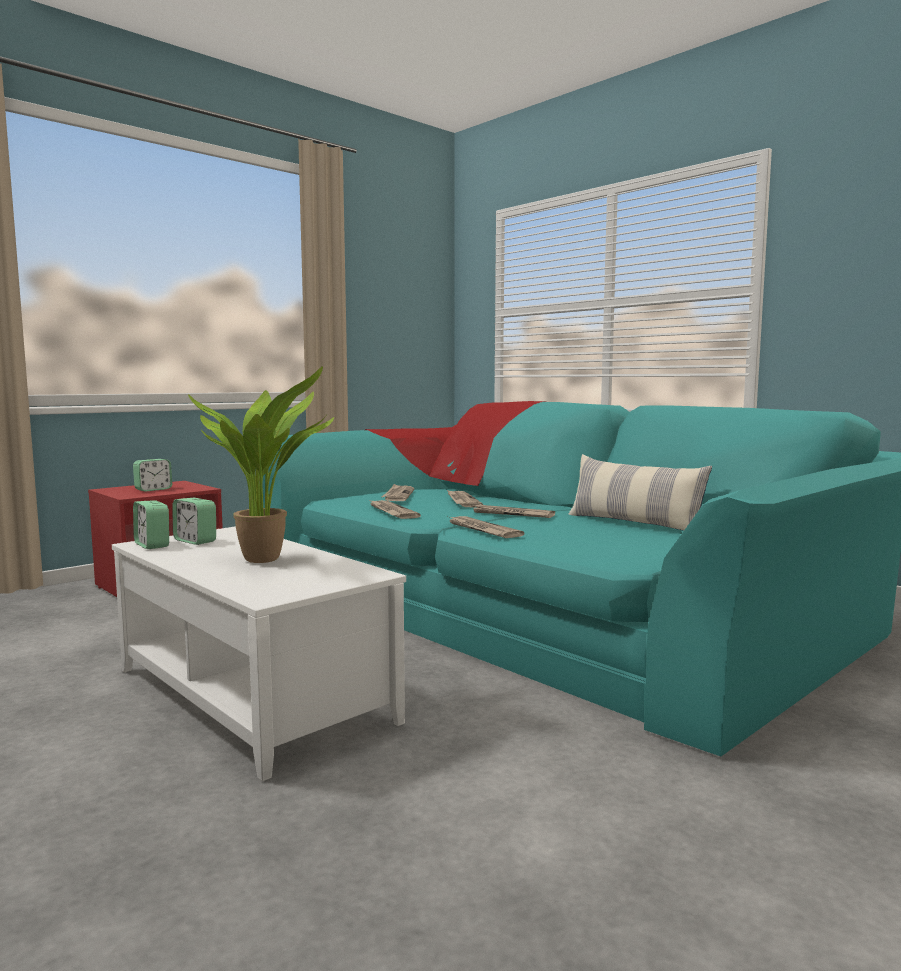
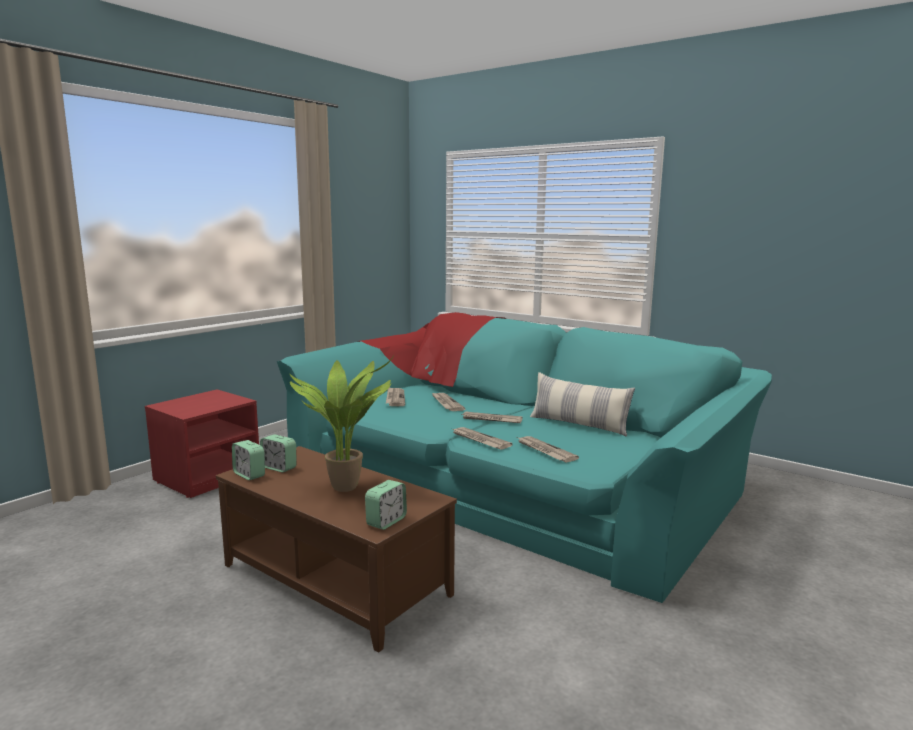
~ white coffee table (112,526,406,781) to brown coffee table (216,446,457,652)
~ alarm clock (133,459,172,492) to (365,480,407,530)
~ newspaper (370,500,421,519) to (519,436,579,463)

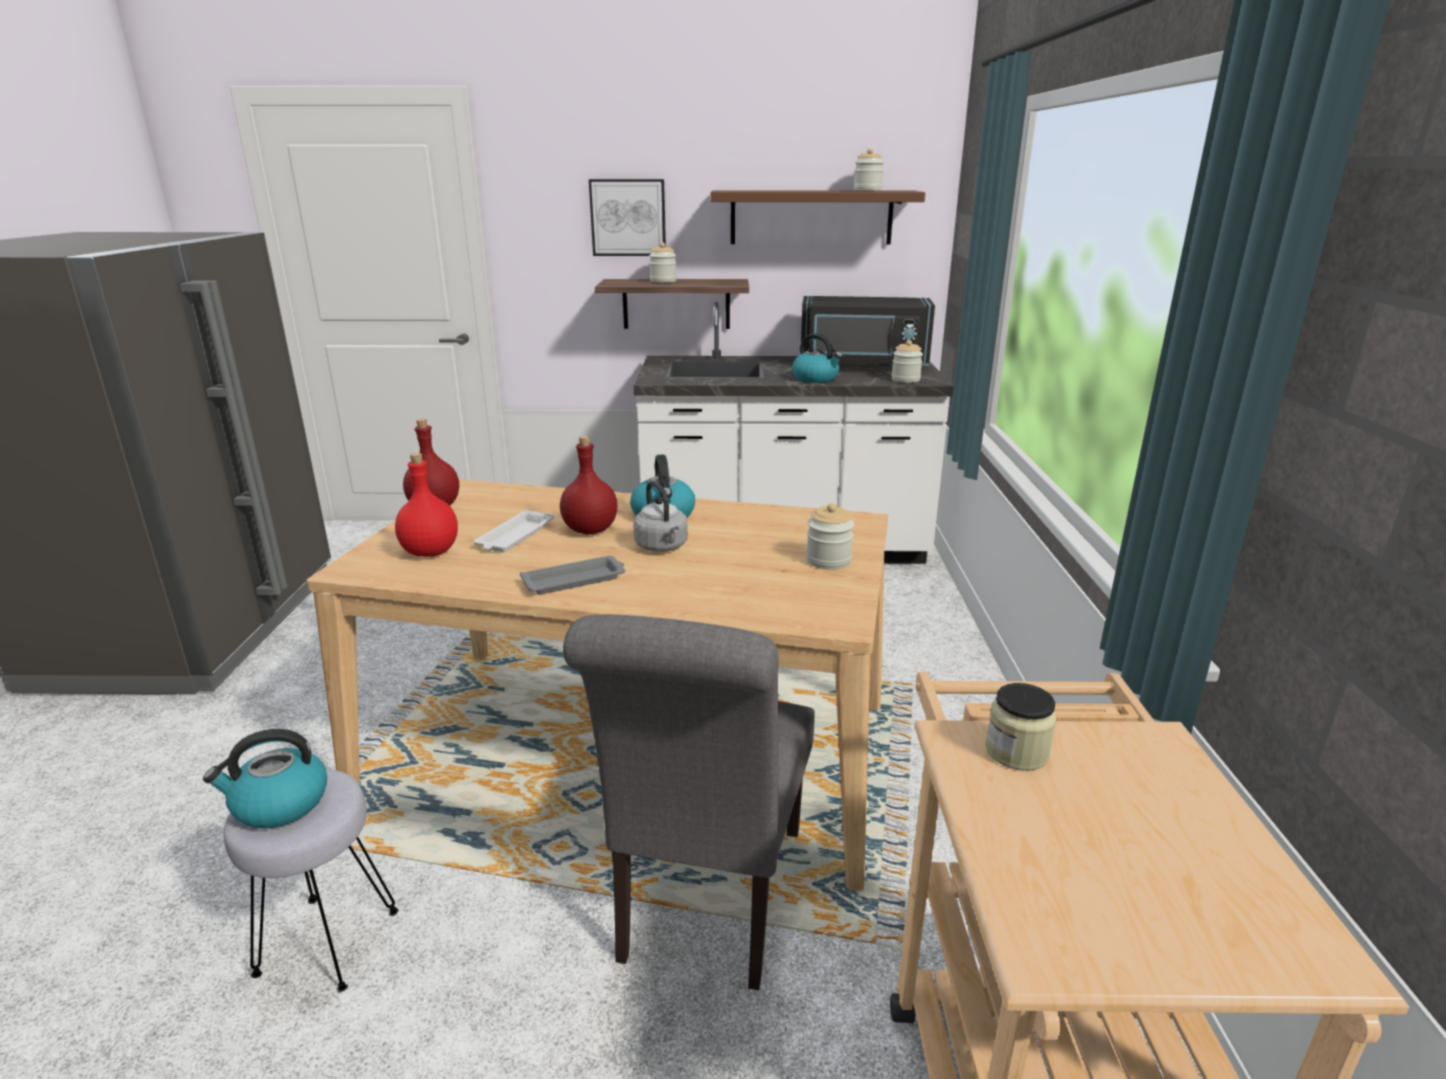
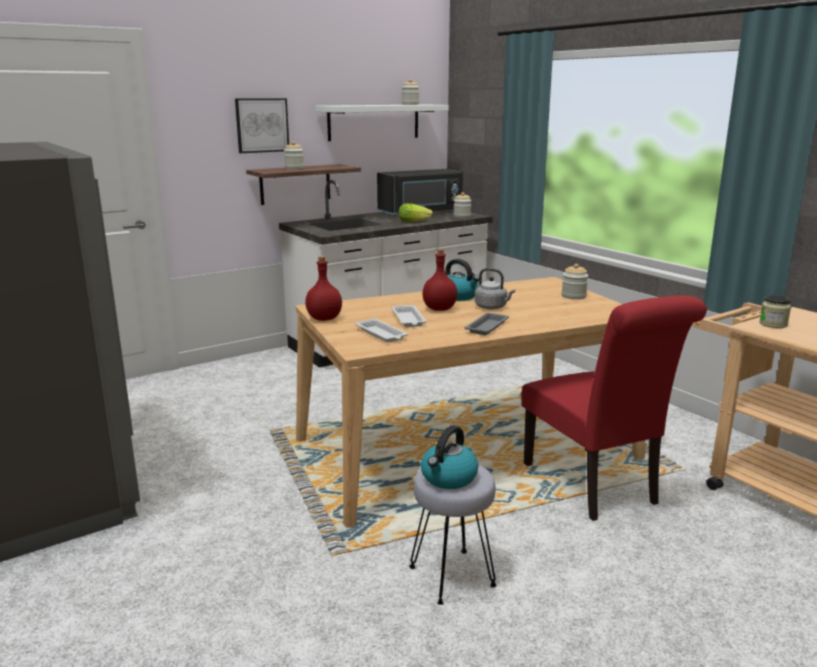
~ red bottle (395,453,458,557) to white tray (355,318,408,343)
~ grey chair (563,614,815,990) to red chair (521,295,707,521)
~ brown shelf (710,190,925,244) to white shelf (315,105,449,141)
~ kettle (792,333,843,383) to lettuce (399,203,434,222)

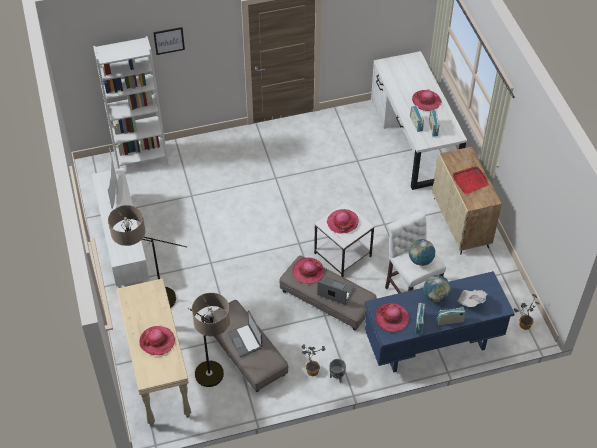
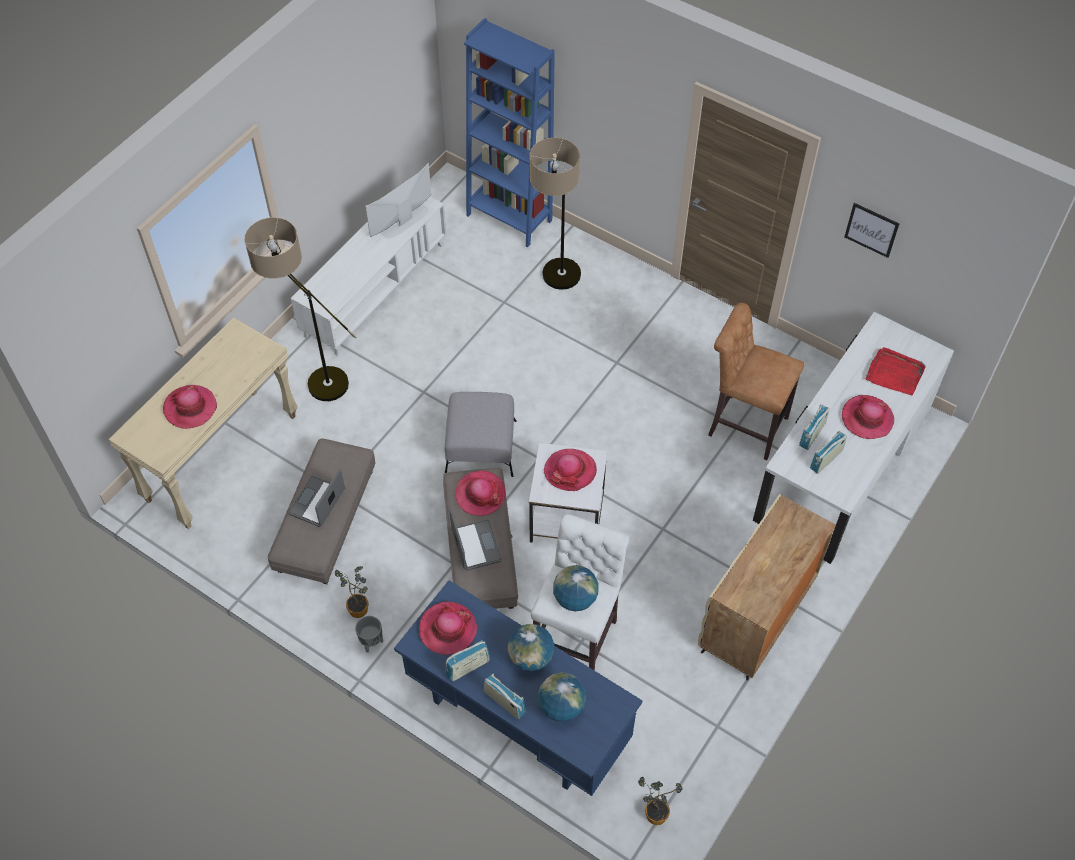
~ white bookcase (93,36,168,169) to blue bookcase (464,18,555,247)
~ picture (153,27,185,55) to (844,203,899,258)
~ floor lamp (188,293,230,387) to (530,138,581,290)
~ red tray (452,166,489,194) to (866,347,926,395)
~ newspaper (457,290,487,307) to globe (538,672,586,722)
+ grey ottoman (445,392,517,477)
+ brown stool (708,303,805,460)

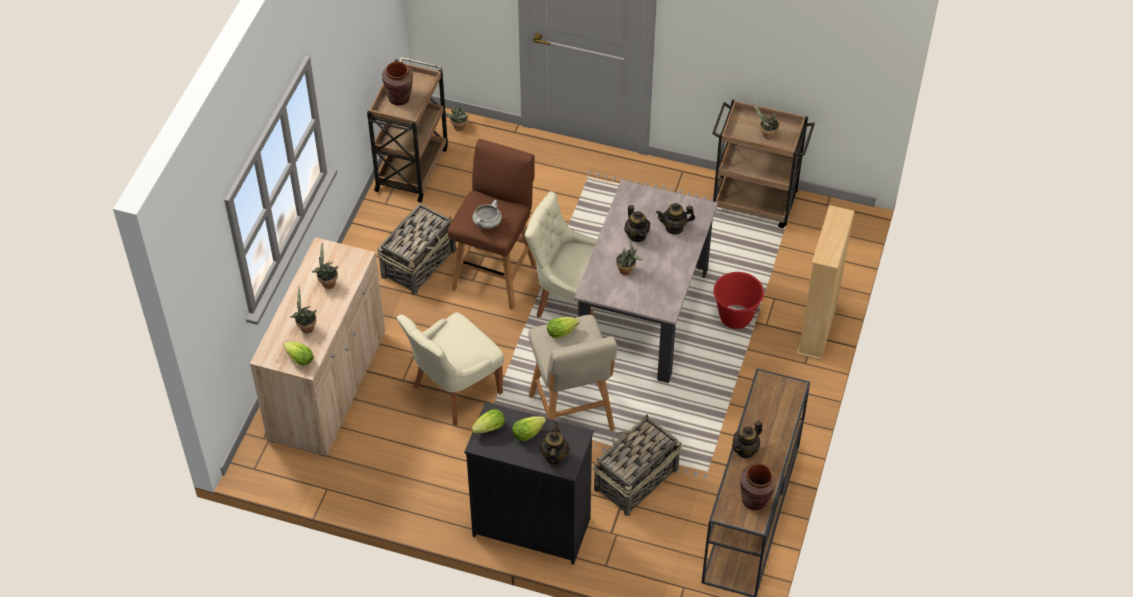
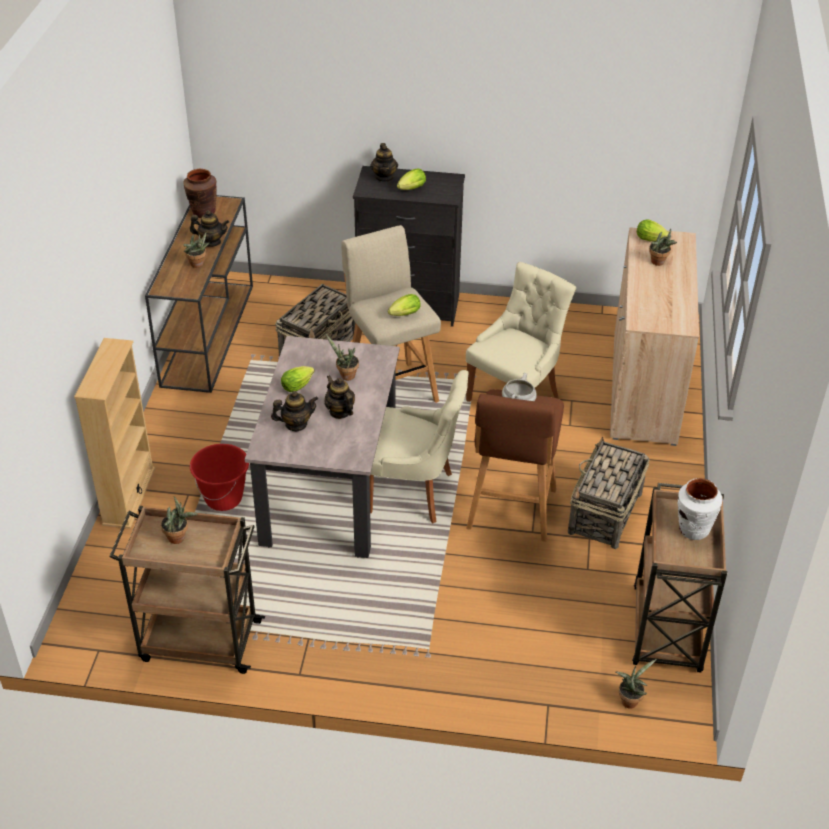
~ potted plant (311,242,338,289) to (183,232,210,268)
~ brown vase (382,61,413,106) to white vase (677,478,722,540)
~ lettuce (471,409,505,433) to (281,366,315,392)
~ teapot (732,421,762,459) = (190,210,229,247) 60 degrees clockwise

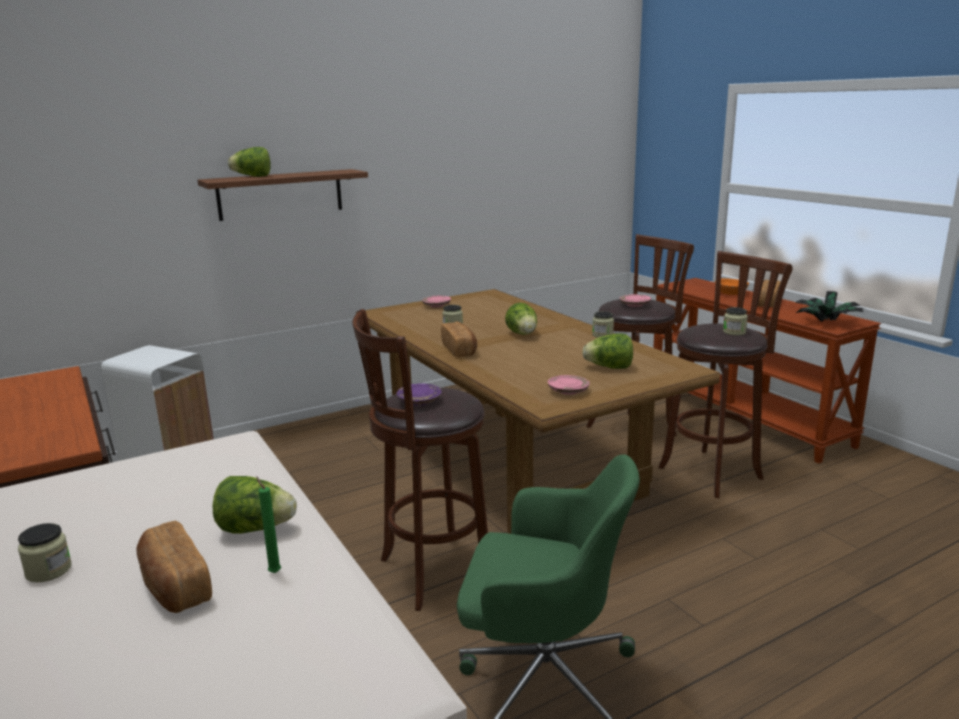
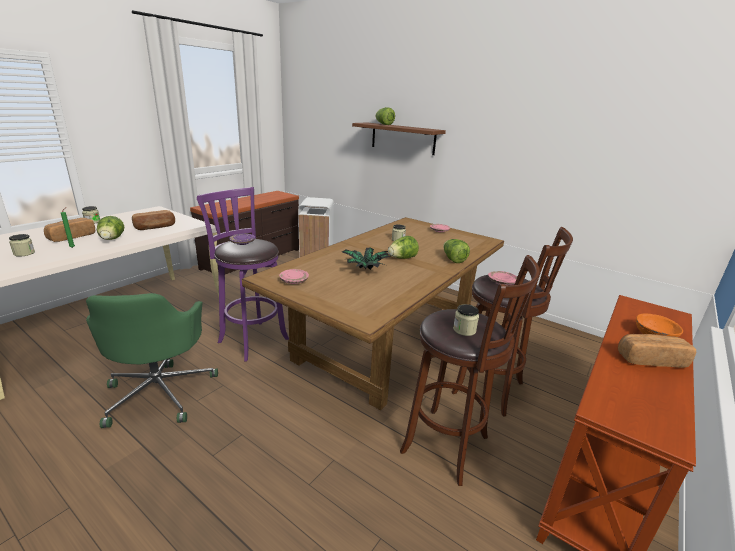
~ brown stool (352,309,488,611) to purple stool (197,187,289,361)
~ bread (441,322,477,358) to (132,210,175,230)
~ lettuce (582,333,633,369) to (443,239,470,263)
~ jar (592,311,614,338) to (9,234,35,257)
~ potted plant (795,291,864,322) to (342,248,390,270)

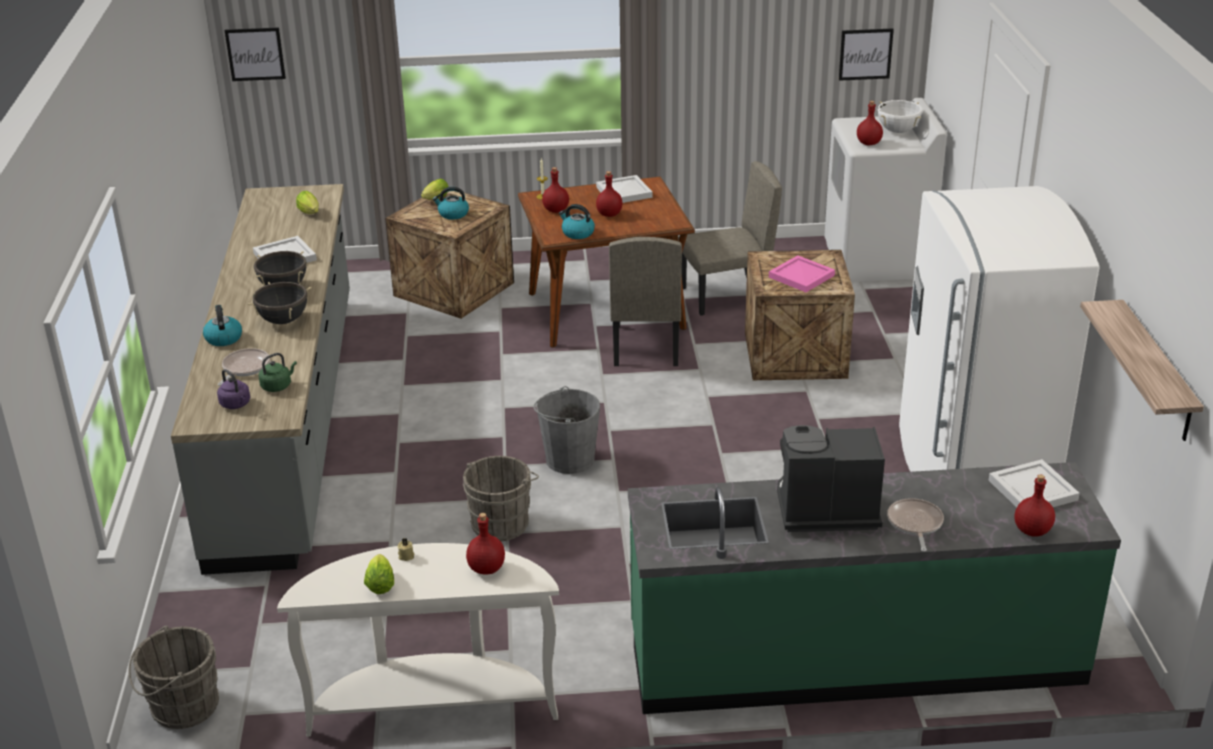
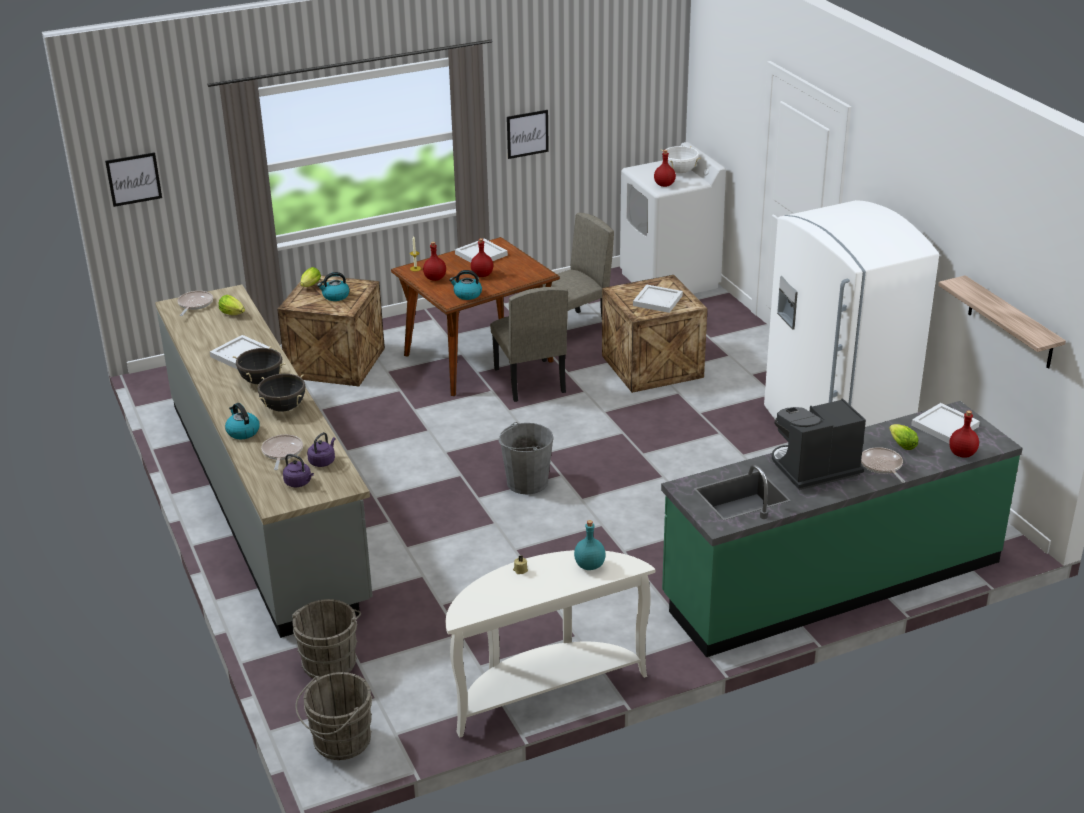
~ green kettle (259,353,297,392) to purple kettle (307,432,336,467)
~ lettuce (364,554,394,594) to (889,424,919,450)
~ grey bucket (463,456,539,541) to (292,599,361,678)
~ red bottle (466,513,505,574) to turquoise bottle (574,520,605,570)
~ pink tray (769,255,835,292) to white tray (633,285,683,313)
~ picture (839,28,894,81) to (507,110,549,159)
+ frying pan (178,291,213,316)

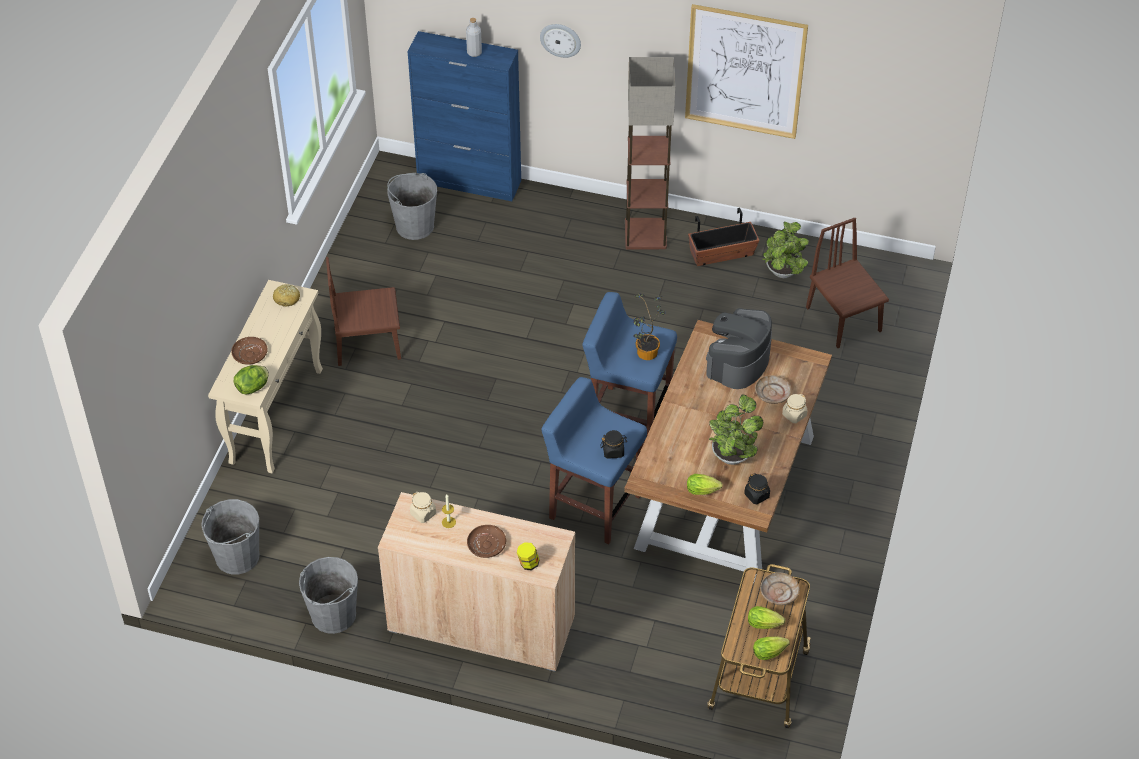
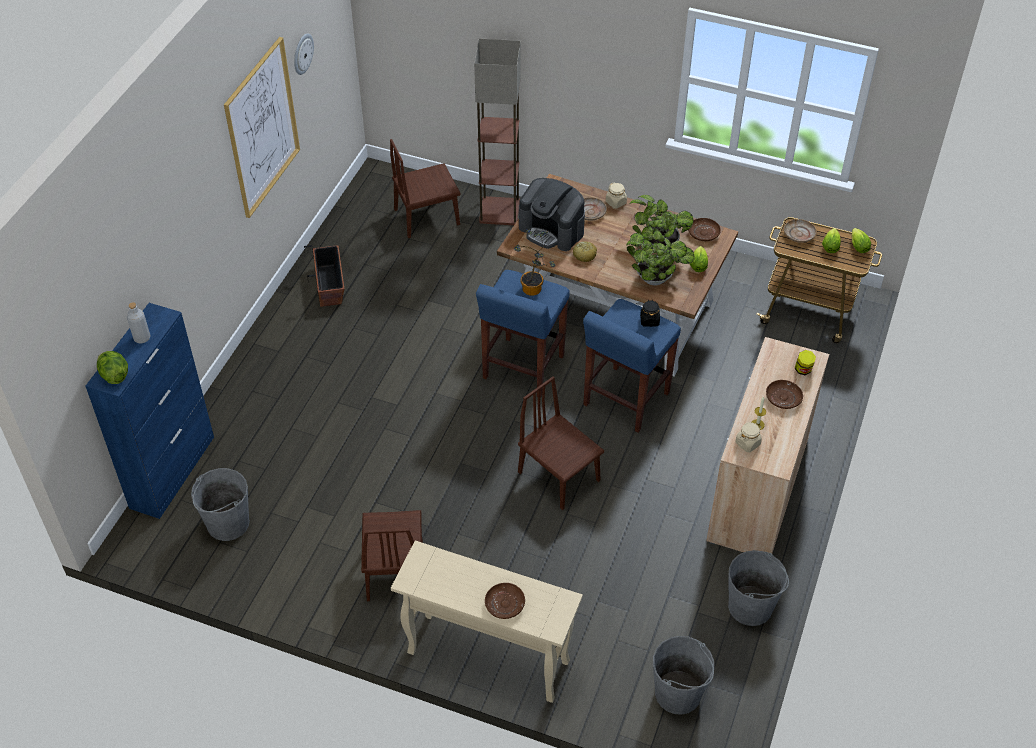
~ lettuce (234,365,269,394) to (97,351,128,384)
~ bread (273,284,300,307) to (573,241,597,262)
~ wall clock (540,24,581,58) to (294,33,314,75)
~ floor lamp (625,57,675,249) to (474,38,521,225)
~ black jar (744,473,770,504) to brown plate (688,218,721,241)
~ potted plant (762,222,809,278) to (626,231,694,286)
+ brown chair (518,376,604,510)

